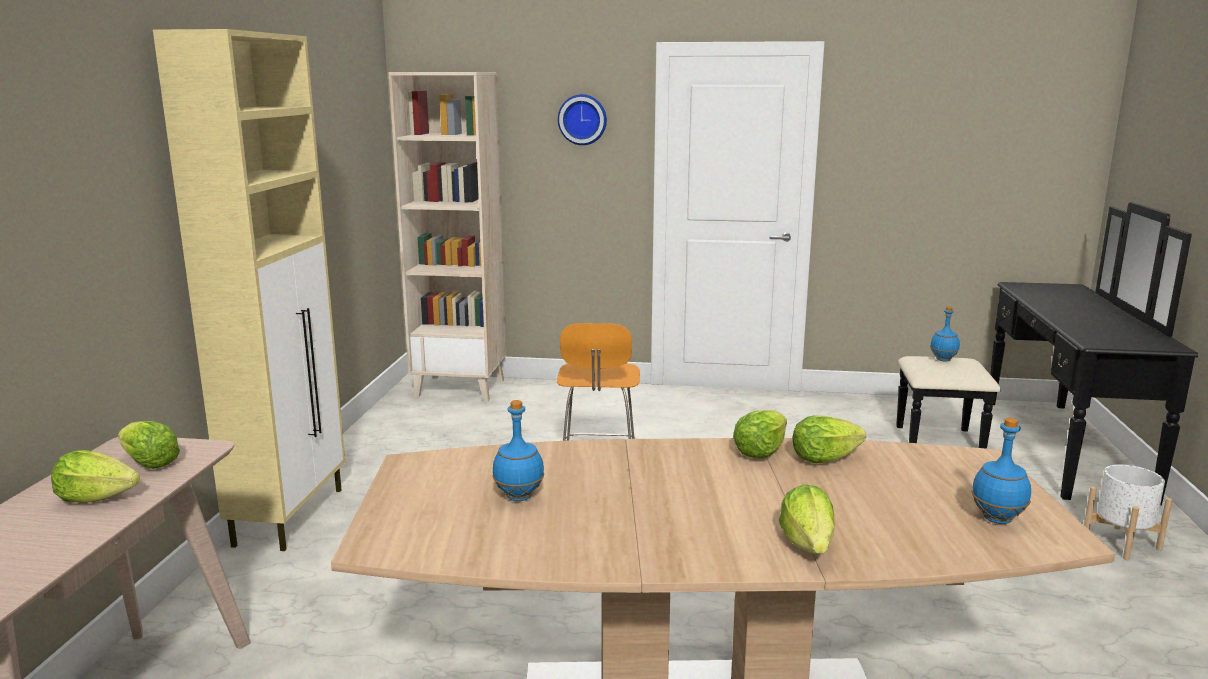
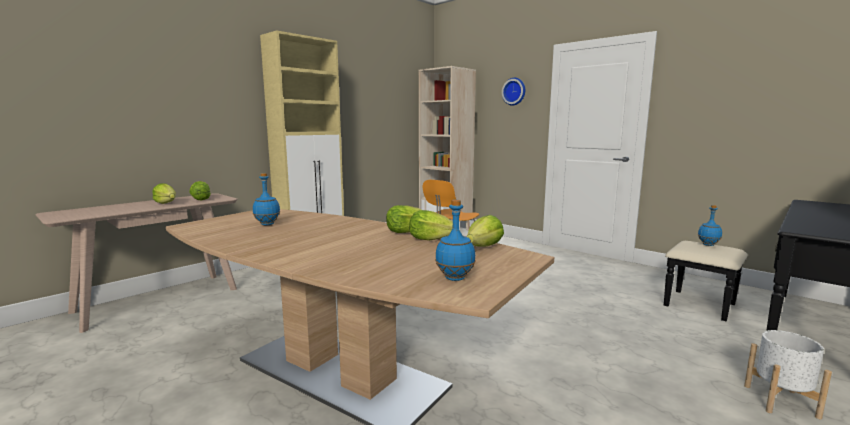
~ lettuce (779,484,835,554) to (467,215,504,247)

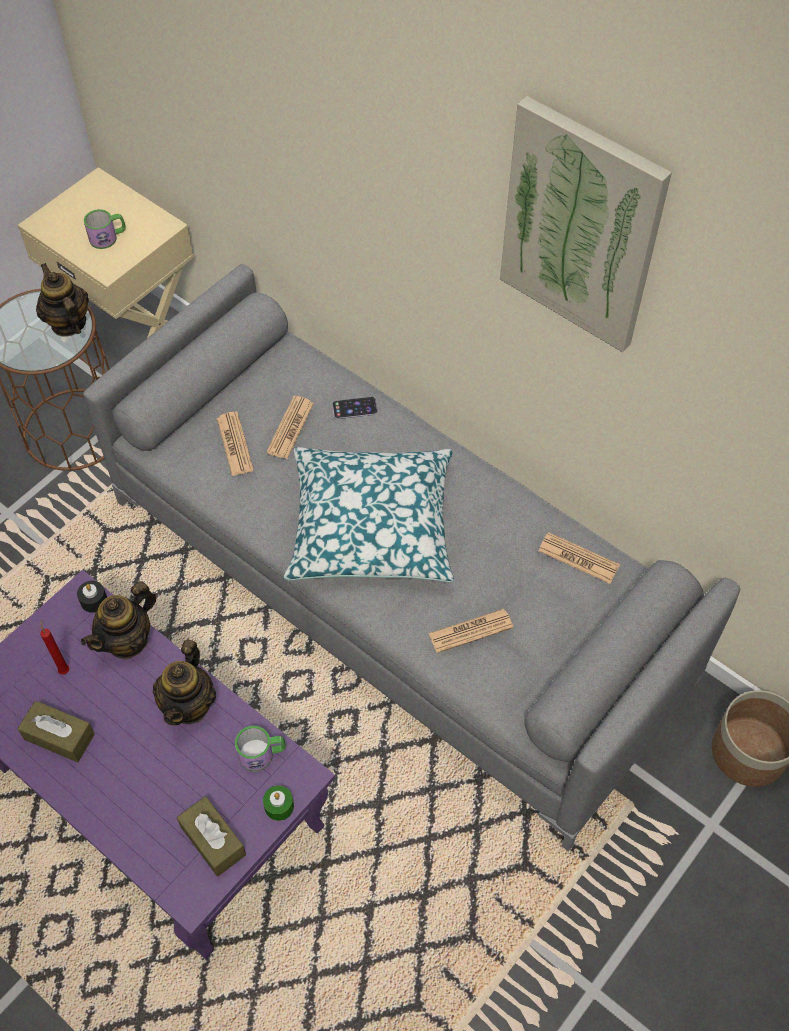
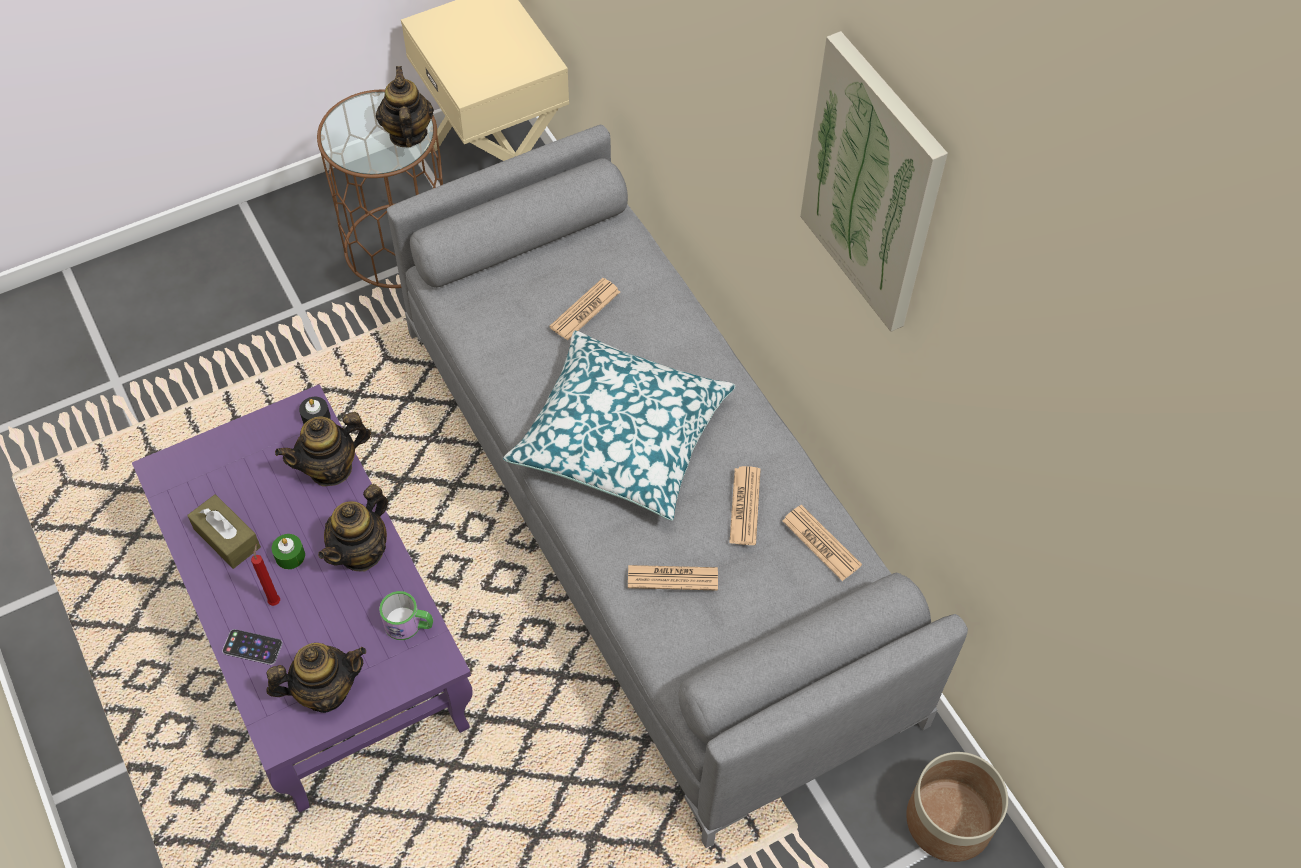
~ red candle (40,620,69,675) to (251,544,280,606)
- mug (84,209,126,249)
~ brown tissue box (177,796,246,877) to teapot (266,643,366,713)
~ newspaper (217,412,254,476) to (729,466,761,545)
~ green candle (263,786,294,821) to (272,534,305,569)
~ phone (332,397,378,419) to (222,629,283,665)

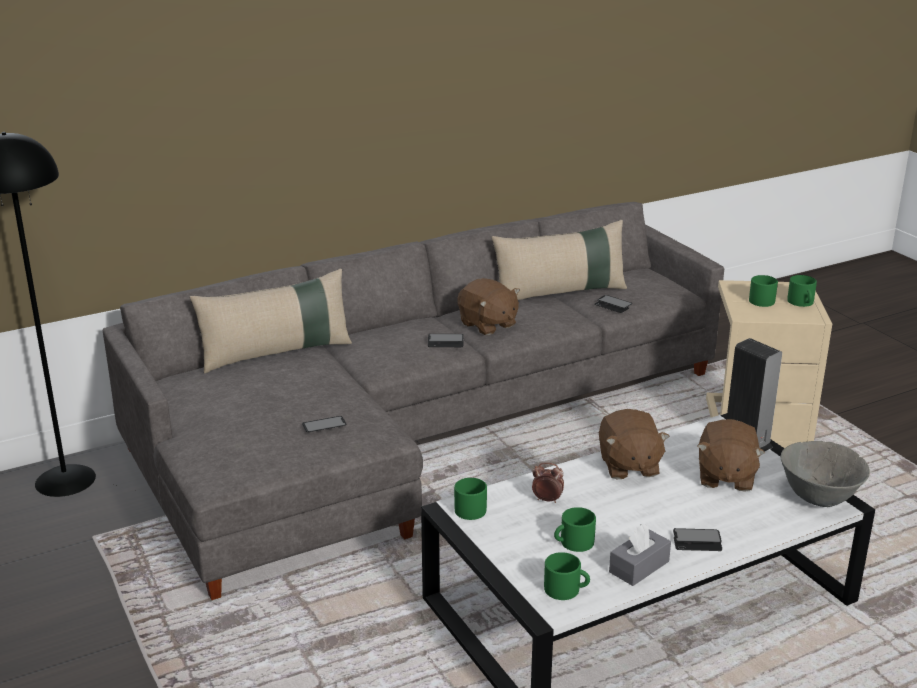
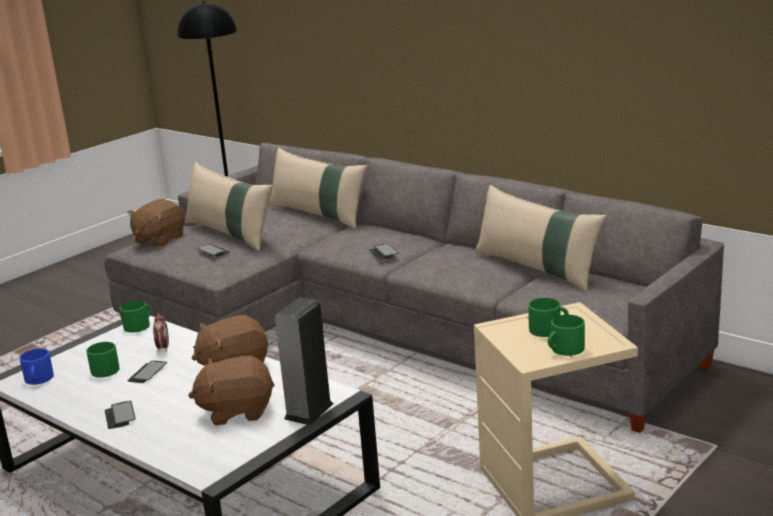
~ brown plush toy (457,278,520,335) to (127,199,184,247)
~ green mug (544,552,590,600) to blue mug (19,349,54,385)
~ phone (594,295,632,313) to (127,361,167,383)
- grey tissue box (609,524,671,586)
- grey bowl (780,441,870,507)
+ beige pillow (185,162,273,251)

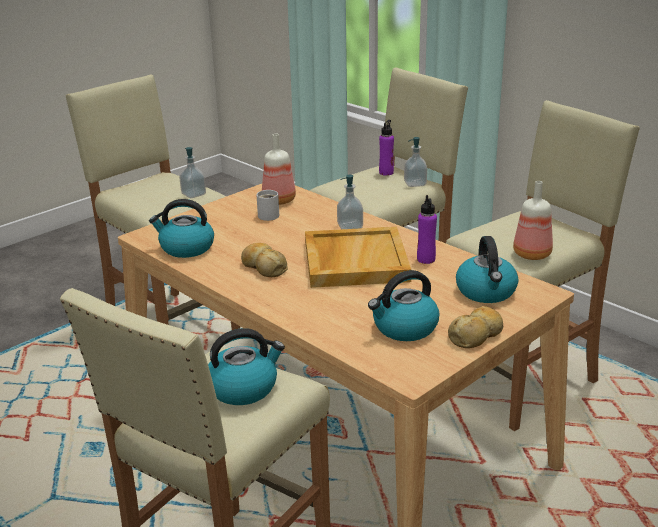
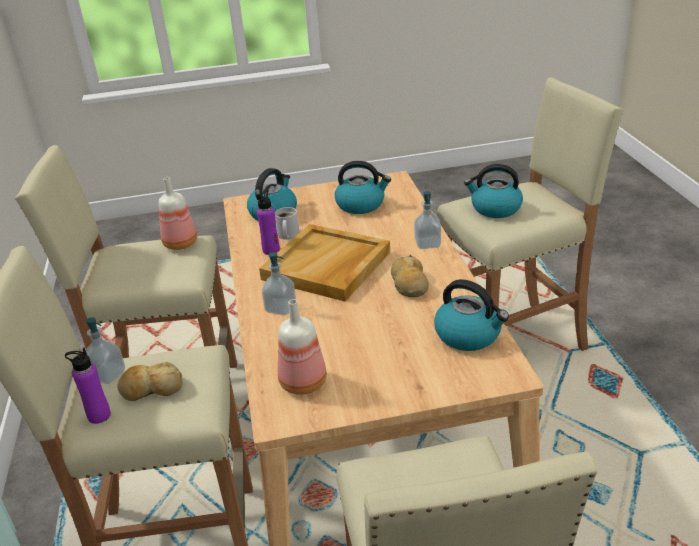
~ soap dispenser (179,147,206,198) to (414,191,441,249)
~ white mug (257,190,279,221) to (275,207,299,240)
~ bread (448,306,503,348) to (117,362,183,401)

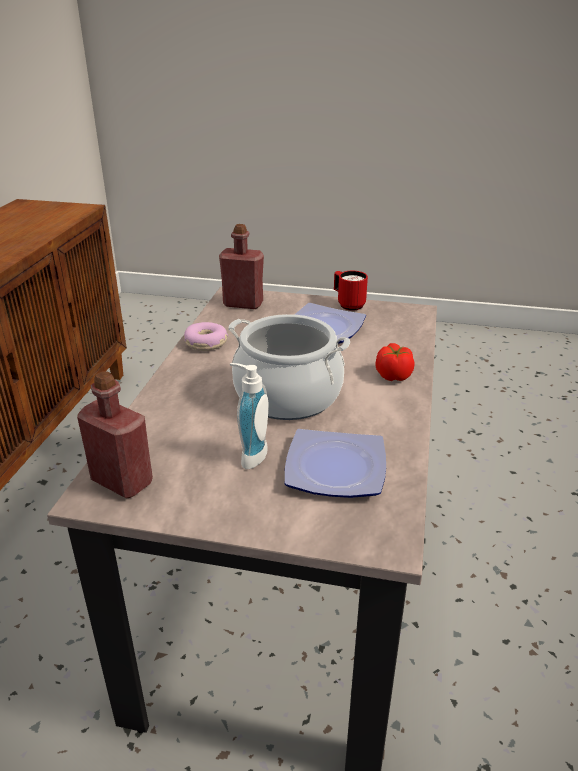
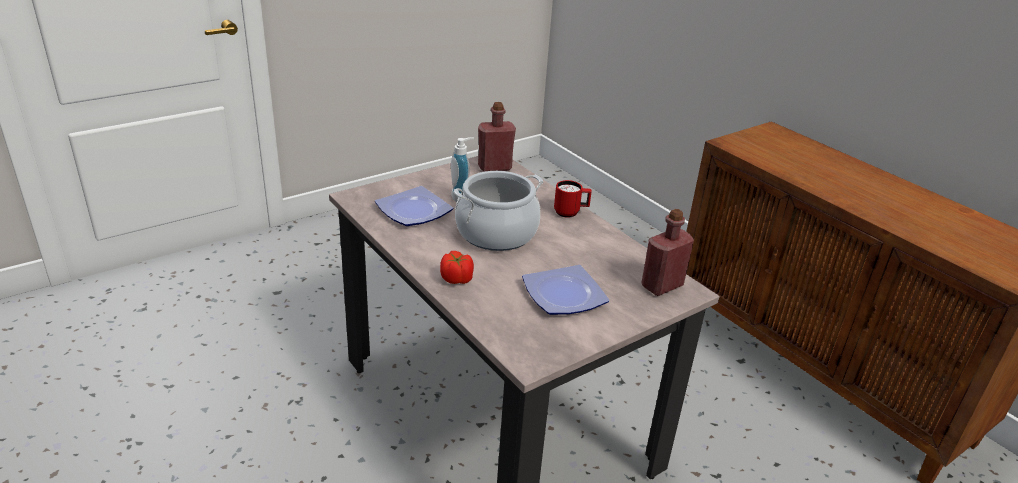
- donut (184,322,228,351)
~ red mug (334,271,368,311) to (554,180,592,218)

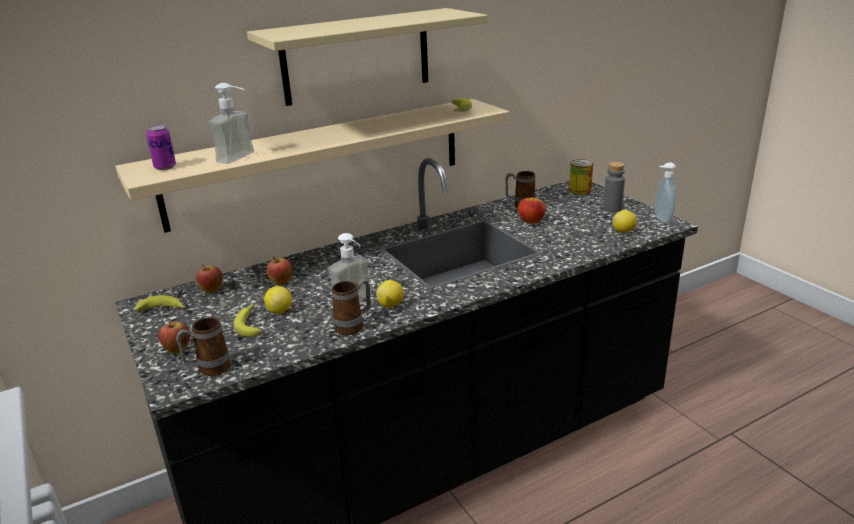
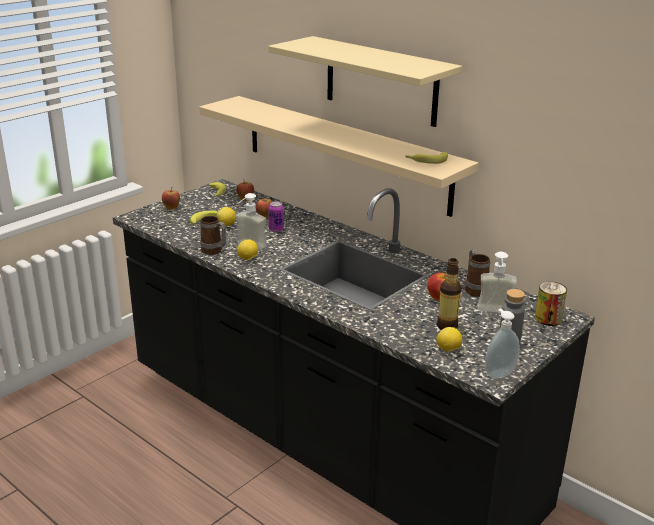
~ can (146,125,176,170) to (268,201,284,232)
- mug (176,317,231,376)
~ soap dispenser (209,83,254,164) to (478,252,517,312)
+ bottle (437,258,461,330)

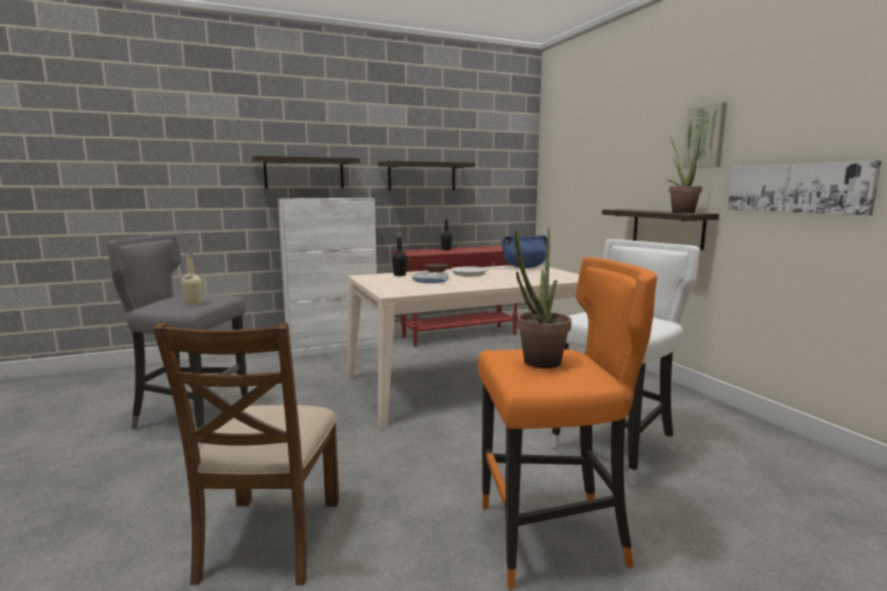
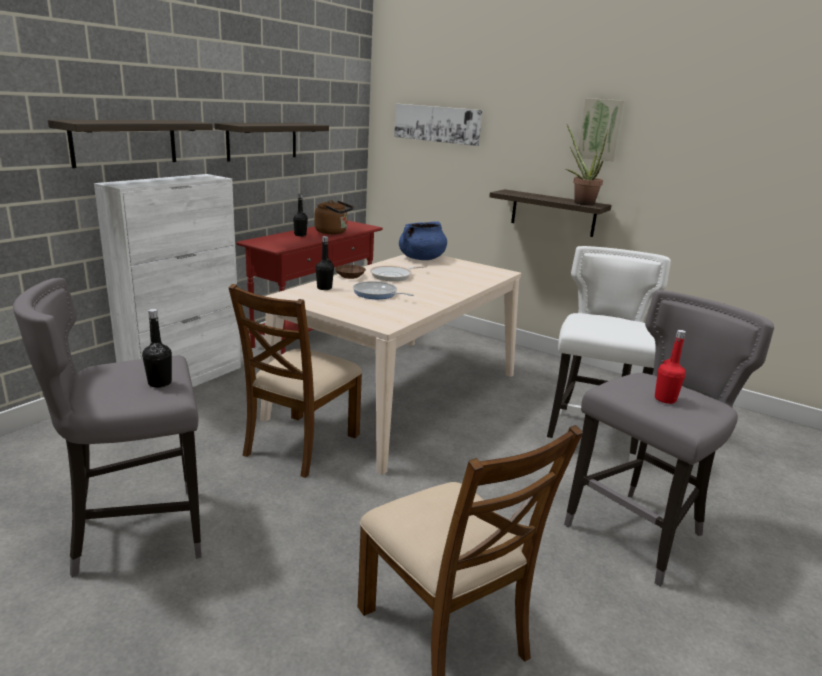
~ beige bottle (181,250,202,305) to black bottle (142,309,172,388)
~ orange stool (478,257,657,589) to grey stool (564,290,774,586)
~ potted plant (514,227,571,368) to red bottle (655,330,686,404)
~ picture (728,160,881,215) to (394,104,483,146)
+ brown chair (228,284,362,478)
+ brown kettle (315,200,354,234)

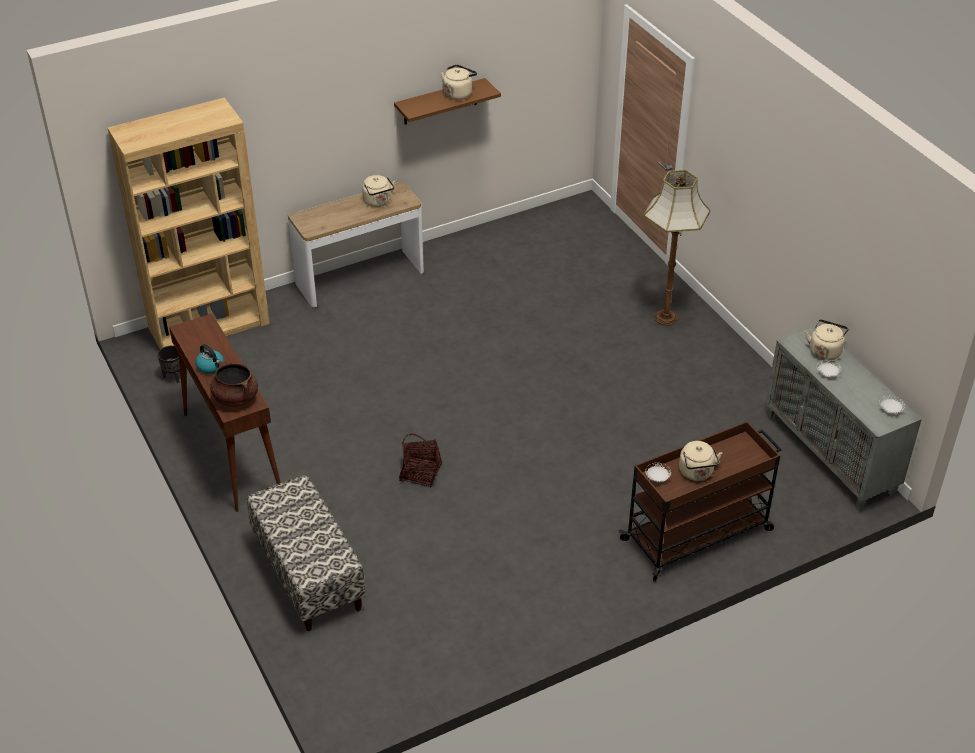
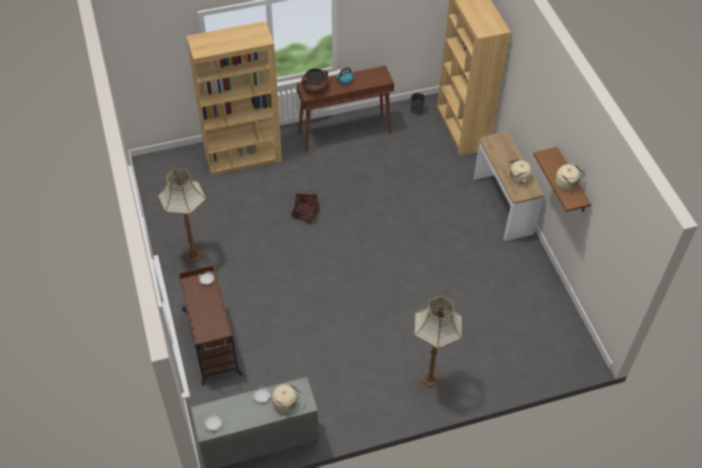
~ bench (247,475,366,631) to brown bookcase (186,21,282,176)
- beige kettle (679,441,722,481)
+ floor lamp (158,169,206,262)

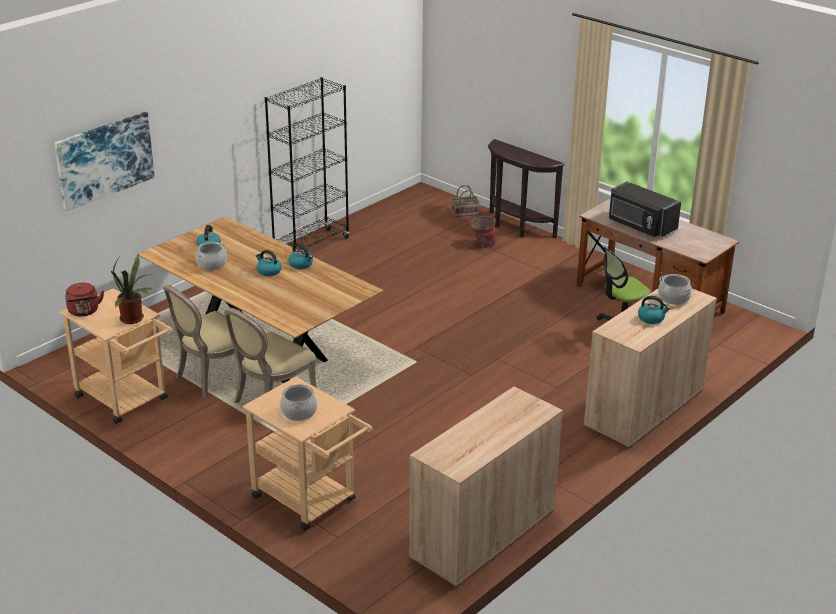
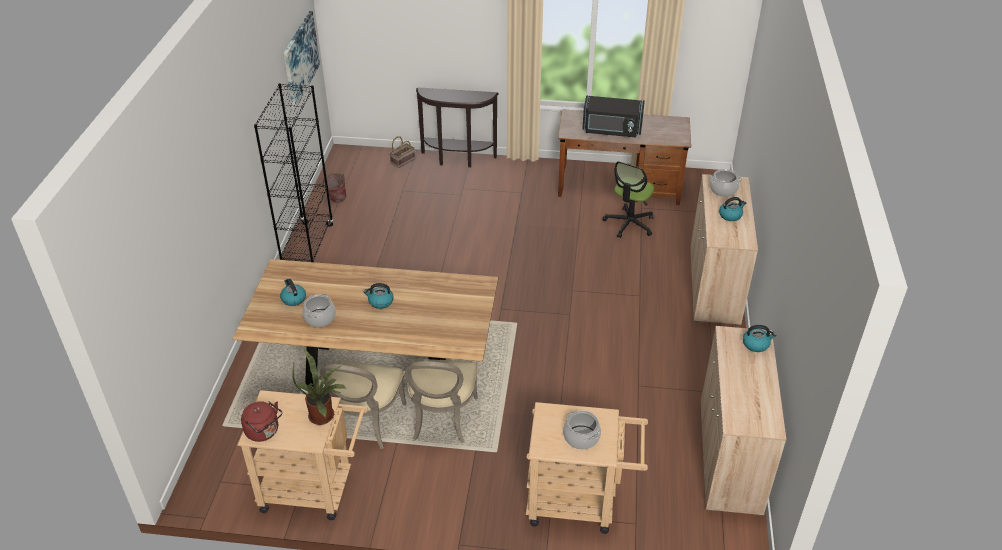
~ picture (54,112,155,211) to (284,11,320,109)
~ kettle (288,243,313,269) to (743,325,776,352)
~ bucket (470,216,496,248) to (321,173,347,203)

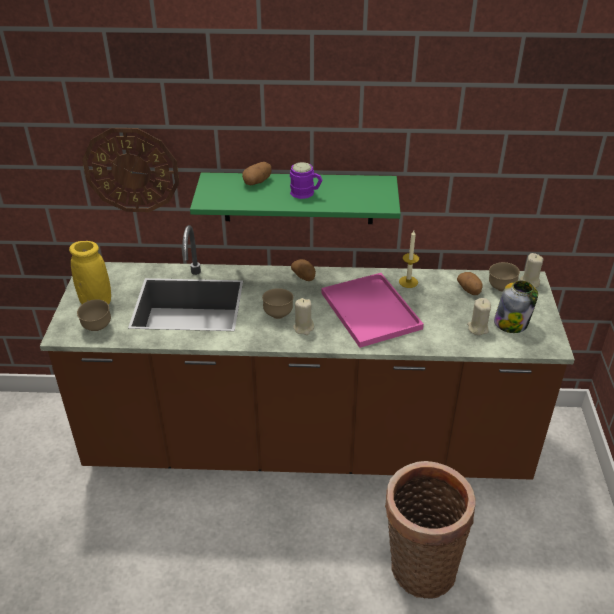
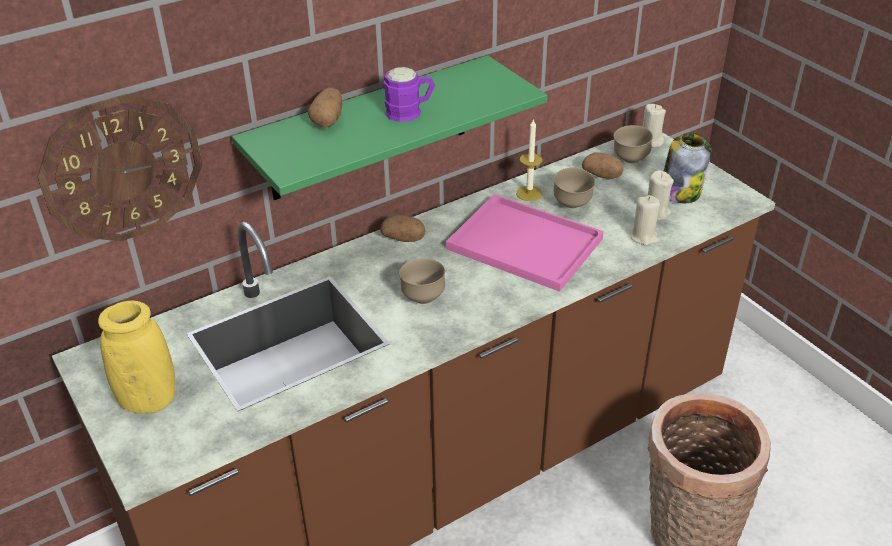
~ brown bowl (77,299,111,331) to (553,168,595,208)
~ beige candle (293,298,314,335) to (630,195,660,246)

